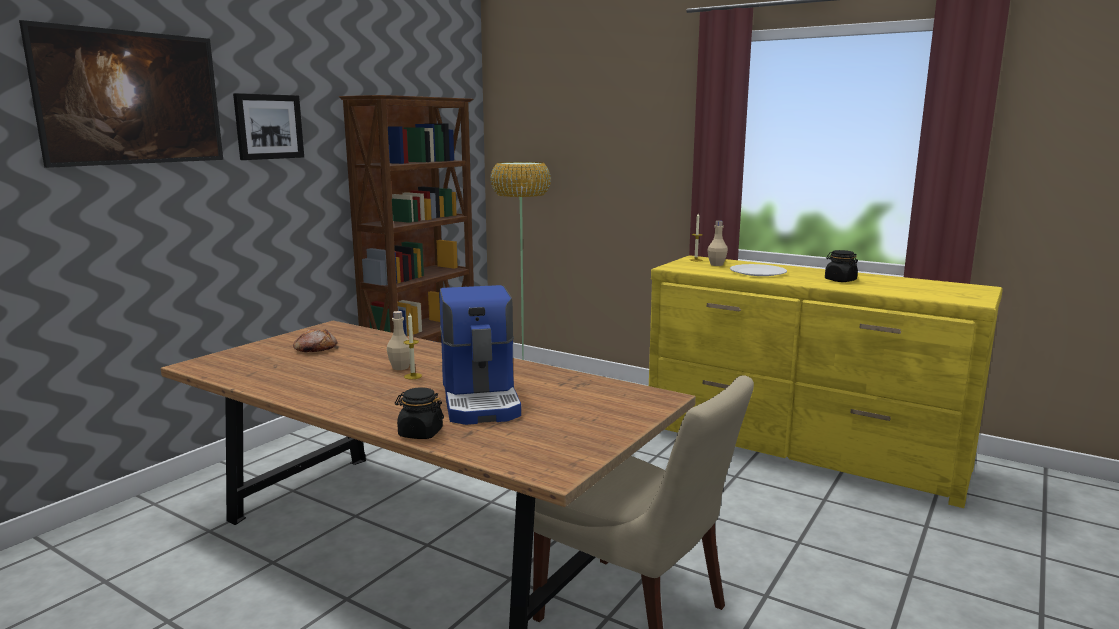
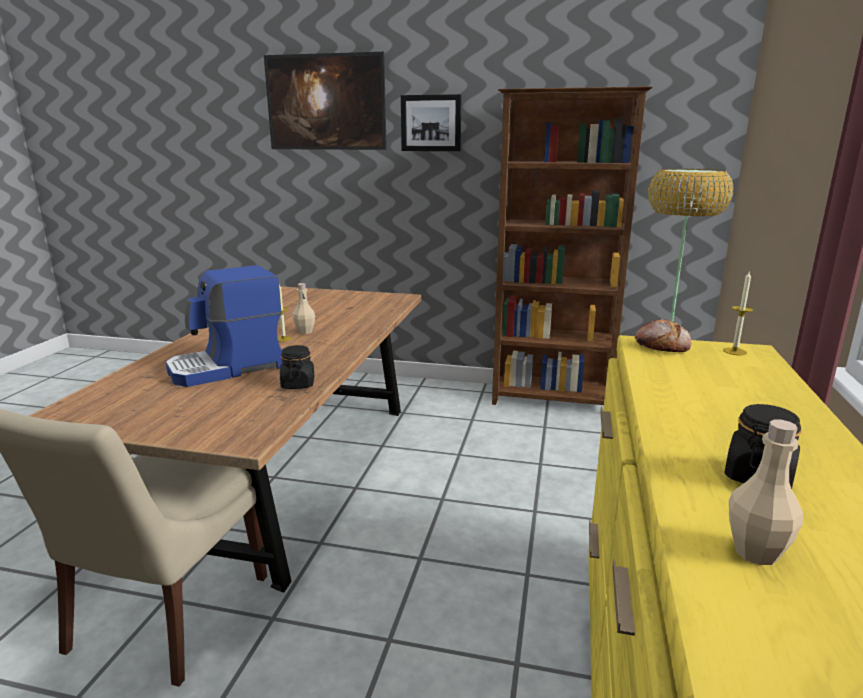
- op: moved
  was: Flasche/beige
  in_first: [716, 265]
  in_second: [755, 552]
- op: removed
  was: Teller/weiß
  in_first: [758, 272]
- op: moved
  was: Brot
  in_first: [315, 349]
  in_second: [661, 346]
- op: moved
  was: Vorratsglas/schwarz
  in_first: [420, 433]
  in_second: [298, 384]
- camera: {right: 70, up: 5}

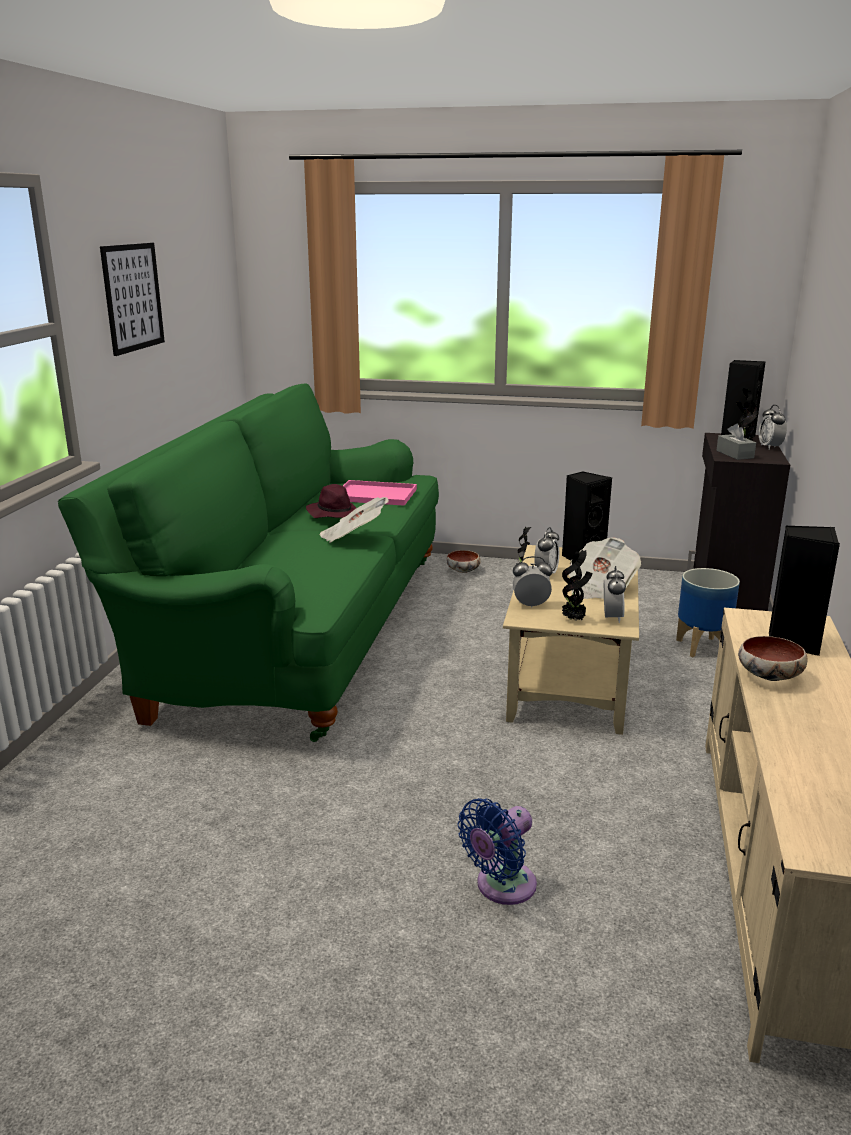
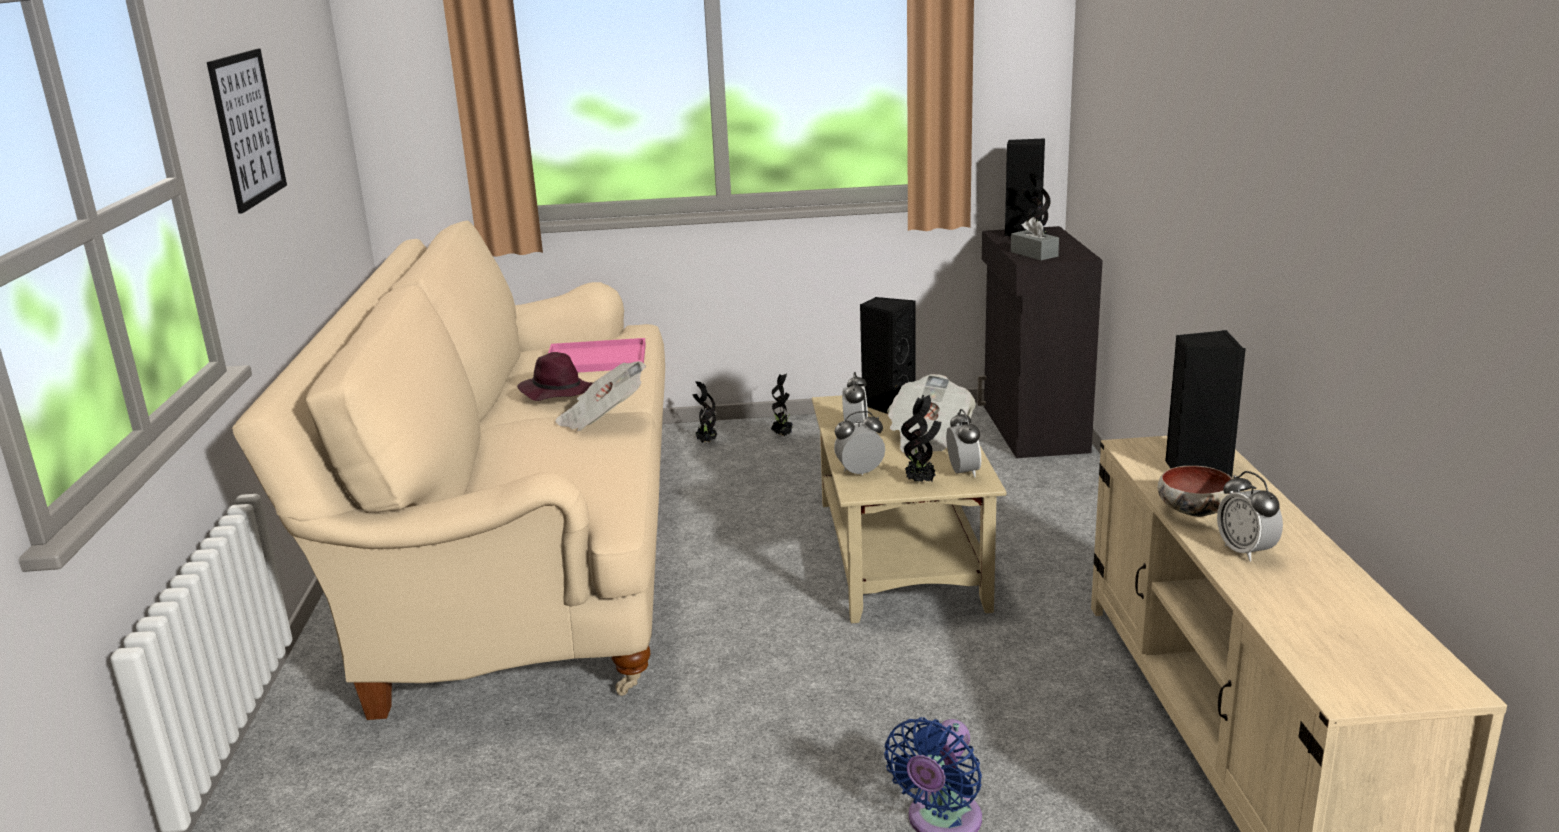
- op: recoloured
  was: Sofa/grün
  now: Sofa/beige
  in_first: [297, 630]
  in_second: [525, 554]
- op: moved
  was: Wecker
  in_first: [770, 447]
  in_second: [1245, 551]
- op: replaced
  was: Schüssel
  now: Topfpflanze
  in_first: [463, 571]
  in_second: [706, 442]
- op: removed
  was: Pflanzkübel
  in_first: [702, 647]
- camera: {right: -15, up: 0}

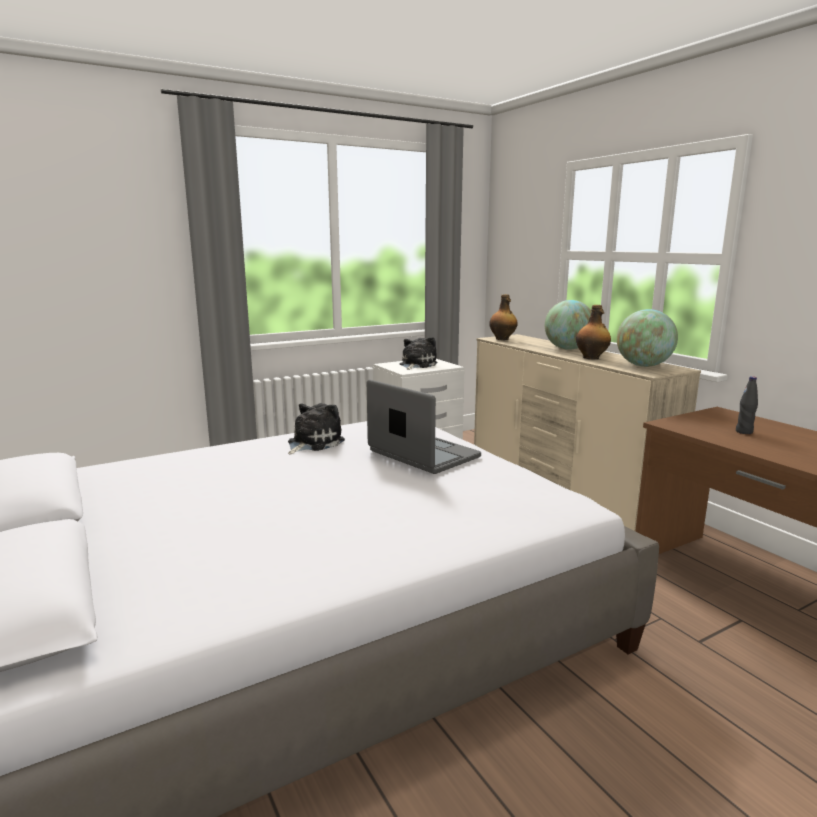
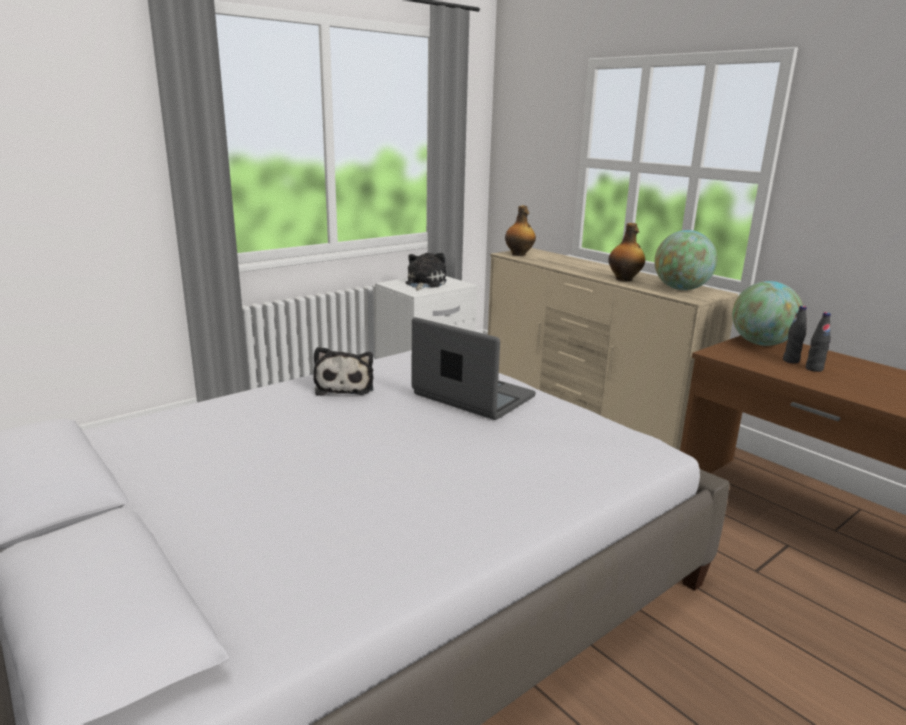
- op: moved
  was: Globus
  in_first: [568, 349]
  in_second: [761, 344]
- op: turned
  was: Plüschtier
  in_first: [313, 443]
  in_second: [345, 386]
  clockwise: 150
- op: added
  now: Flasche/schwarz
  in_second: [814, 369]
- camera: {right: -10, up: 5}

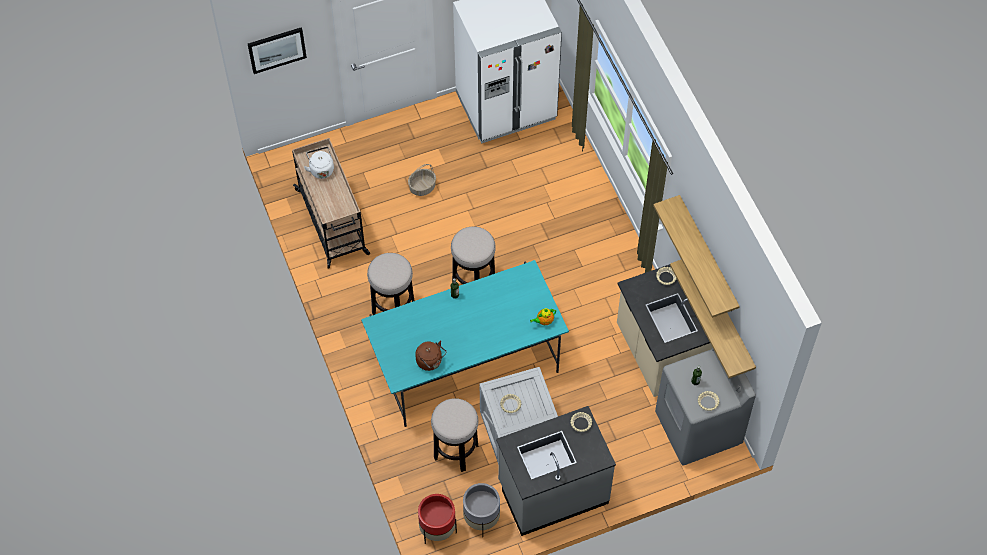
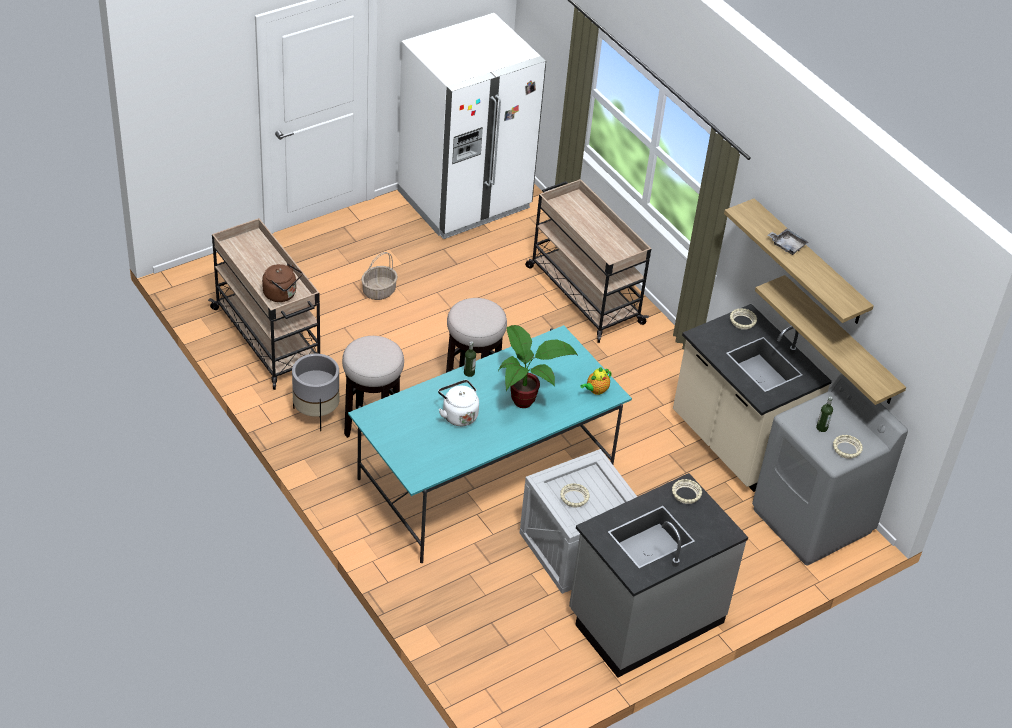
- op: removed
  was: Bild
  in_first: [277, 49]
- op: moved
  was: Wasserkessel/weiß
  in_first: [321, 169]
  in_second: [458, 415]
- op: moved
  was: Wasserkessel/braun
  in_first: [430, 362]
  in_second: [282, 294]
- op: removed
  was: Hocker
  in_first: [456, 451]
- op: moved
  was: Pflanzkübel/grau
  in_first: [481, 519]
  in_second: [316, 413]
- op: removed
  was: Pflanzkübel/rot
  in_first: [437, 529]
- op: added
  now: Rollwagen/beige
  in_second: [583, 294]
- op: added
  now: Tablett/grau
  in_second: [787, 245]
- op: added
  now: Topfpflanze
  in_second: [526, 400]
- camera: {right: -15, up: -15}

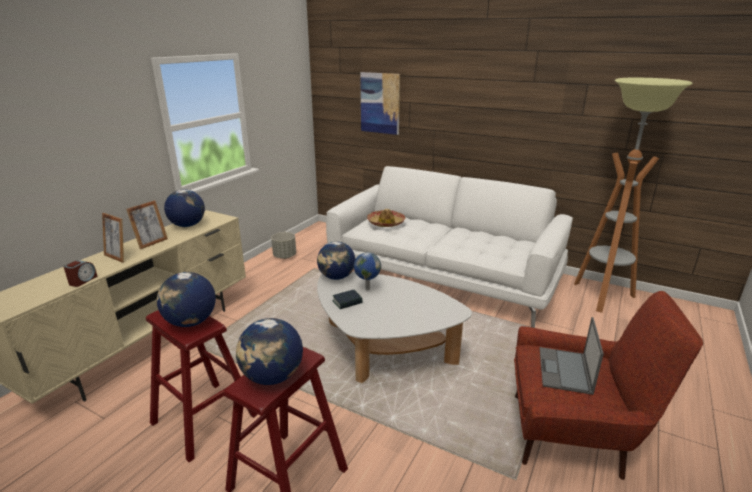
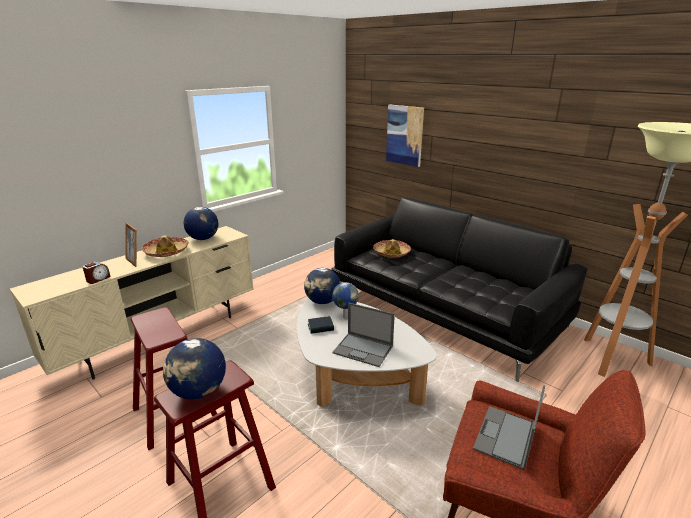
- op: recoloured
  was: Sofa/weiß
  now: Sofa/schwarz
  in_first: [443, 274]
  in_second: [444, 310]
- op: replaced
  was: Bilderrahmen
  now: Hut
  in_first: [151, 243]
  in_second: [166, 252]
- op: removed
  was: Pflanzkübel/grau
  in_first: [284, 256]
- op: removed
  was: Globus
  in_first: [190, 322]
- op: added
  now: Laptop
  in_second: [363, 349]
- camera: {right: 15, up: 0}

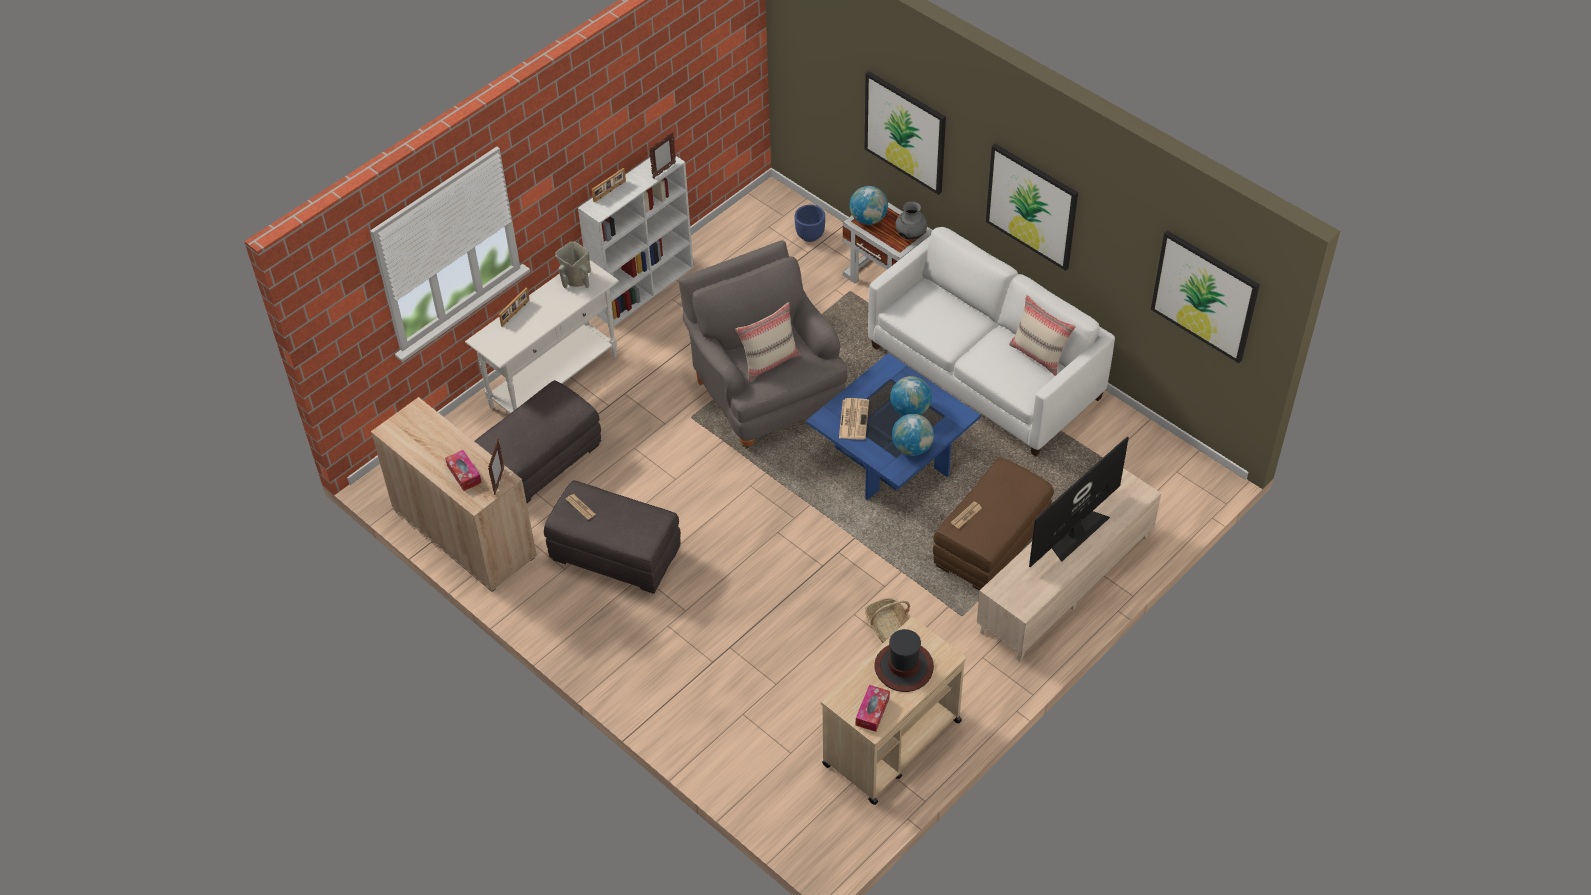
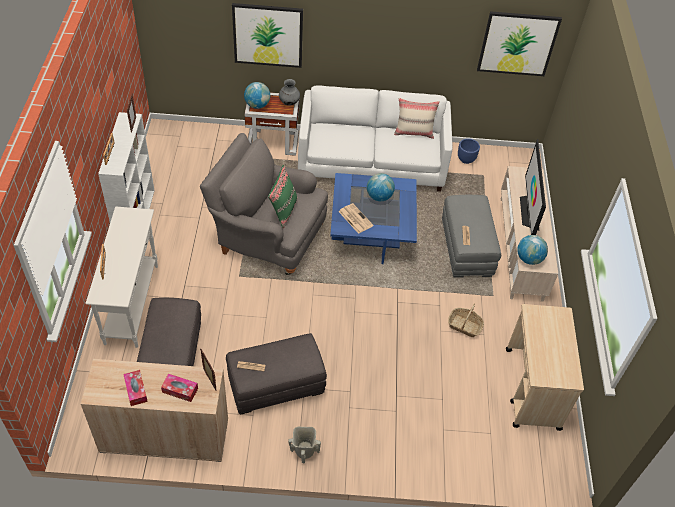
- op: removed
  was: Bild
  in_first: [1032, 206]
- op: moved
  was: Pflanzkübel/blau
  in_first: [809, 236]
  in_second: [466, 160]
- op: moved
  was: Vase/beige
  in_first: [576, 279]
  in_second: [303, 451]
- op: recoloured
  was: Kissen/beige
  now: Kissen/grün
  in_first: [770, 361]
  in_second: [283, 210]
- op: moved
  was: Globus
  in_first: [912, 448]
  in_second: [529, 259]
- op: recoloured
  was: Polsterhocker/braun
  now: Polsterhocker/grau
  in_first: [991, 544]
  in_second: [467, 249]
- op: removed
  was: Hut
  in_first: [904, 667]
- op: moved
  was: Taschentuchbox
  in_first: [872, 711]
  in_second: [136, 390]
- camera: {right: -45, up: 0}

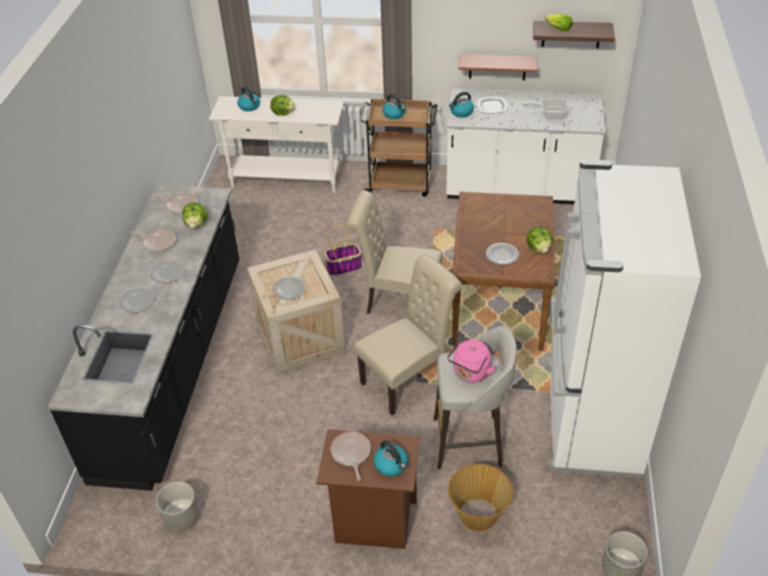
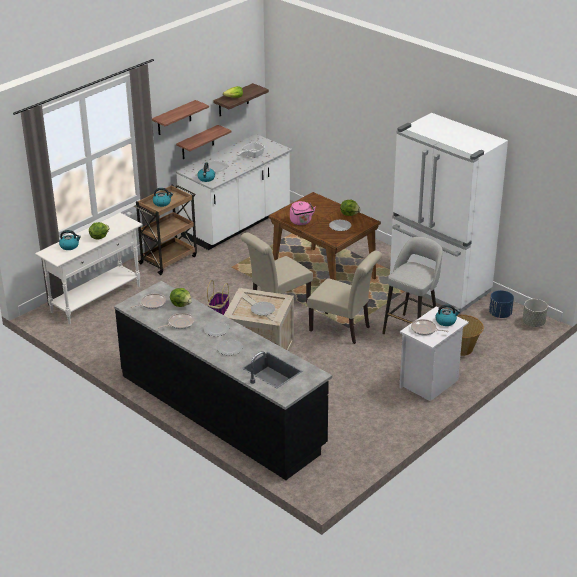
- op: turned
  was: Stuhl/beige
  in_first: [408, 379]
  in_second: [343, 329]
  clockwise: 120
- op: moved
  was: Wasserkessel/rosa
  in_first: [470, 374]
  in_second: [301, 222]
- op: recoloured
  was: Nachttisch/braun
  now: Nachttisch/weiß
  in_first: [372, 522]
  in_second: [430, 383]
- op: removed
  was: Pflanzkübel/grau
  in_first: [181, 517]
- op: added
  now: Wandregal
  in_second: [174, 118]
- op: added
  now: Pflanzkübel/blau
  in_second: [500, 314]
- camera: {right: -55, up: -10}

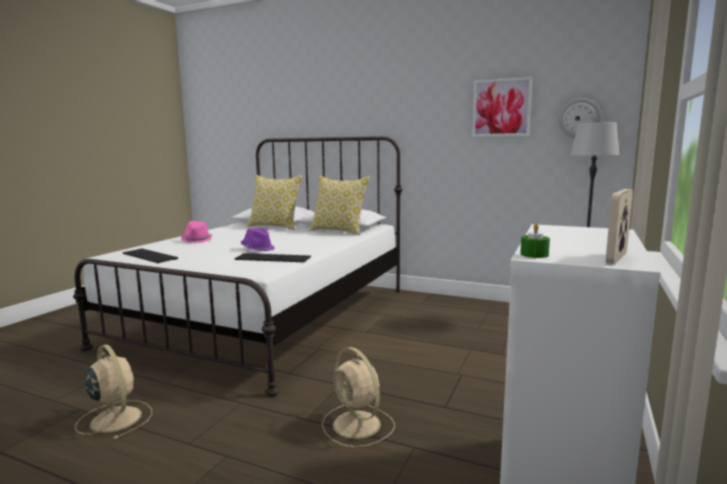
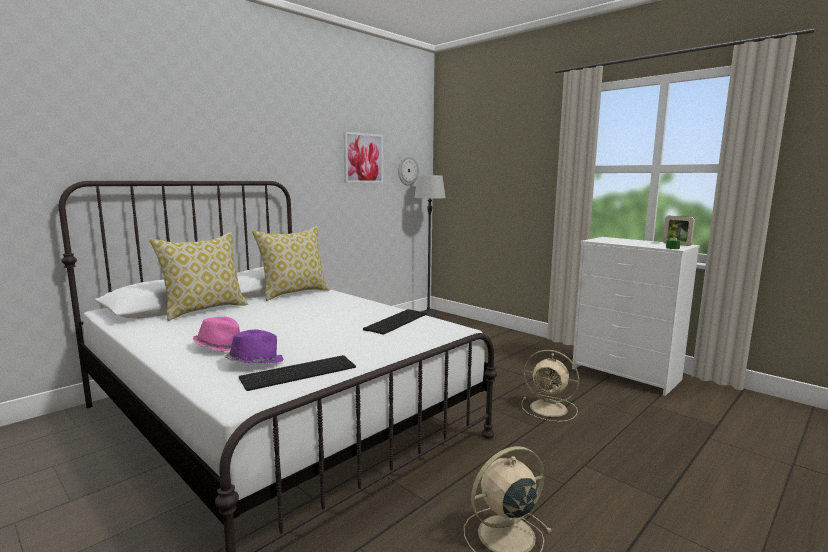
- op: moved
  was: Hut/lila
  in_first: [258, 249]
  in_second: [254, 362]
- op: turned
  was: Ventilator/beige
  in_first: [358, 425]
  in_second: [550, 408]
  clockwise: 45
- camera: {right: -70, up: 0}

